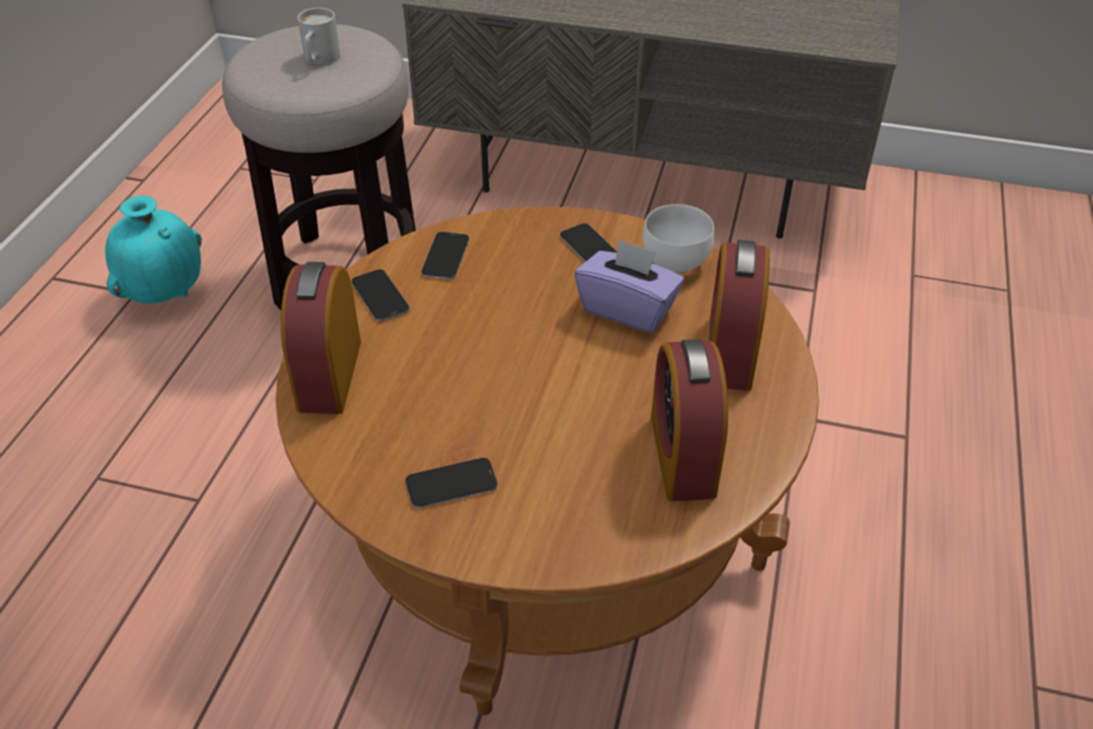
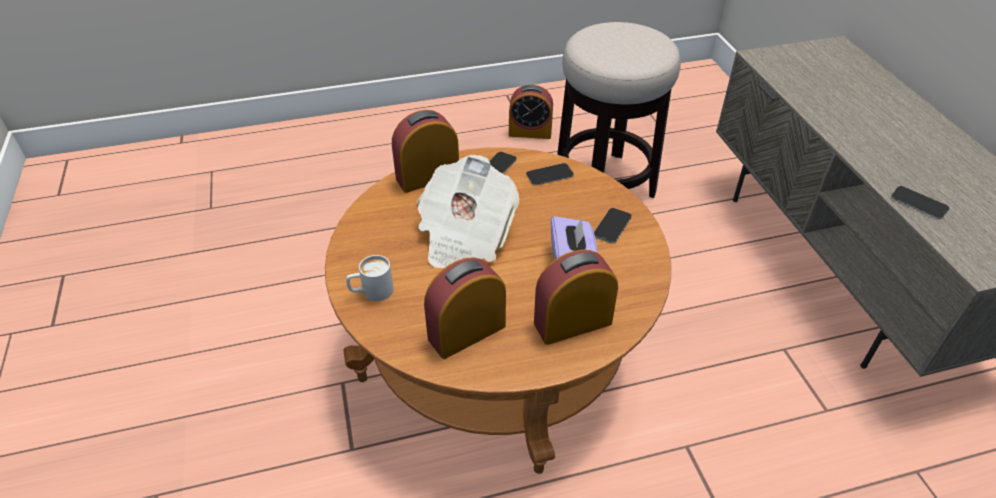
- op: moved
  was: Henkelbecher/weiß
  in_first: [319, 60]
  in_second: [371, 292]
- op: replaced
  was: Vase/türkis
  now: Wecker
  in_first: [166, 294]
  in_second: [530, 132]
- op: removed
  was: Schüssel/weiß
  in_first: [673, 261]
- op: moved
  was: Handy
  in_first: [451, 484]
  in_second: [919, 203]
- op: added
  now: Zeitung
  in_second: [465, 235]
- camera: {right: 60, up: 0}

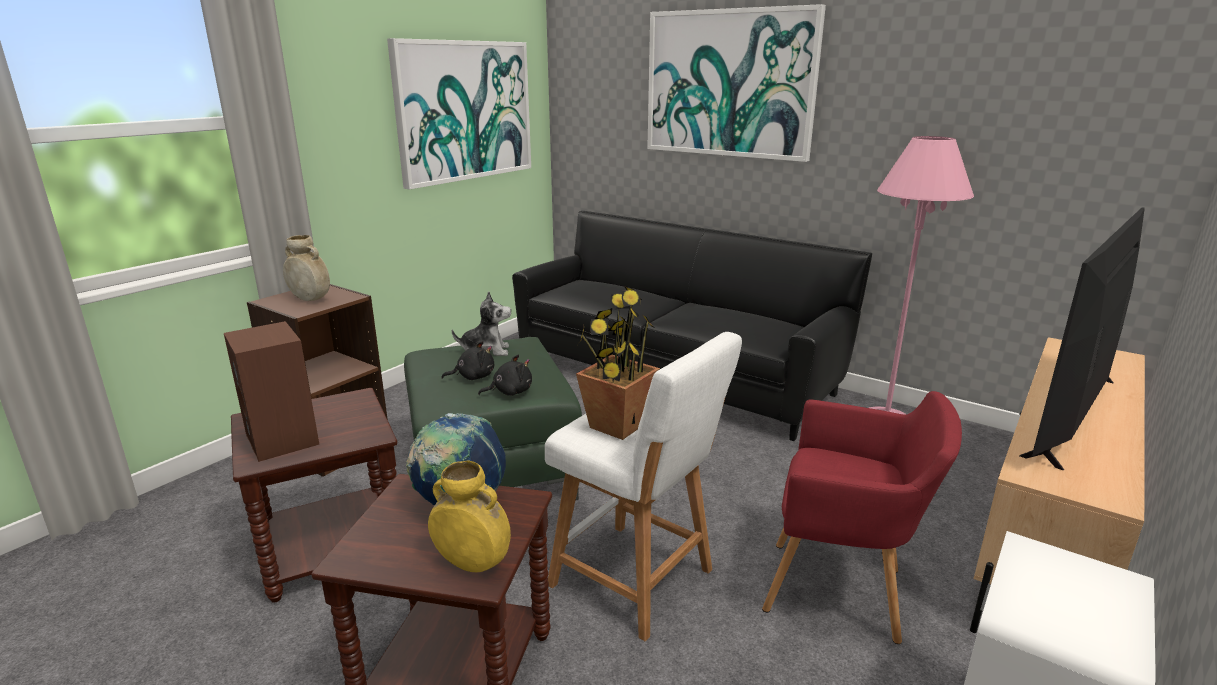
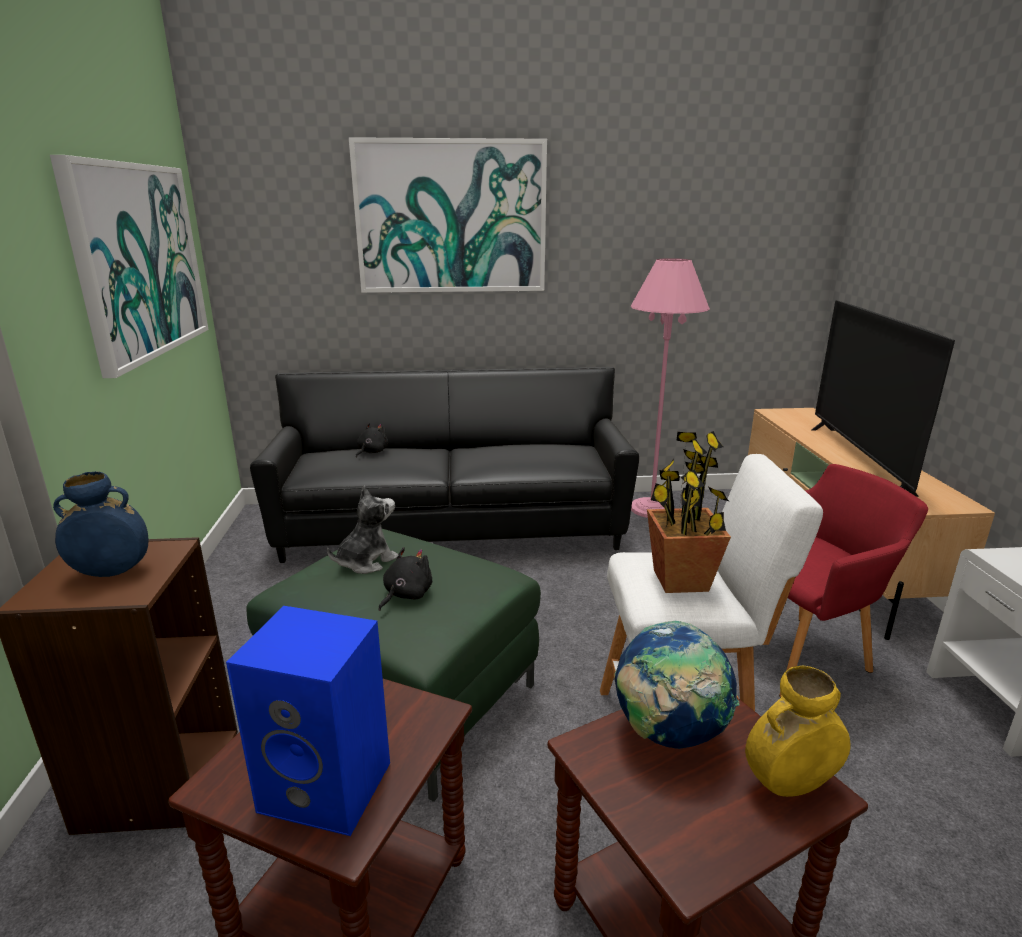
- op: recoloured
  was: Vase/beige
  now: Vase/blau
  in_first: [311, 300]
  in_second: [112, 572]
- op: recoloured
  was: Lautsprecher/braun
  now: Lautsprecher/blau
  in_first: [284, 440]
  in_second: [330, 785]
- op: moved
  was: Plüschtier/schwarz
  in_first: [510, 392]
  in_second: [371, 452]
- camera: {right: -40, up: 0}

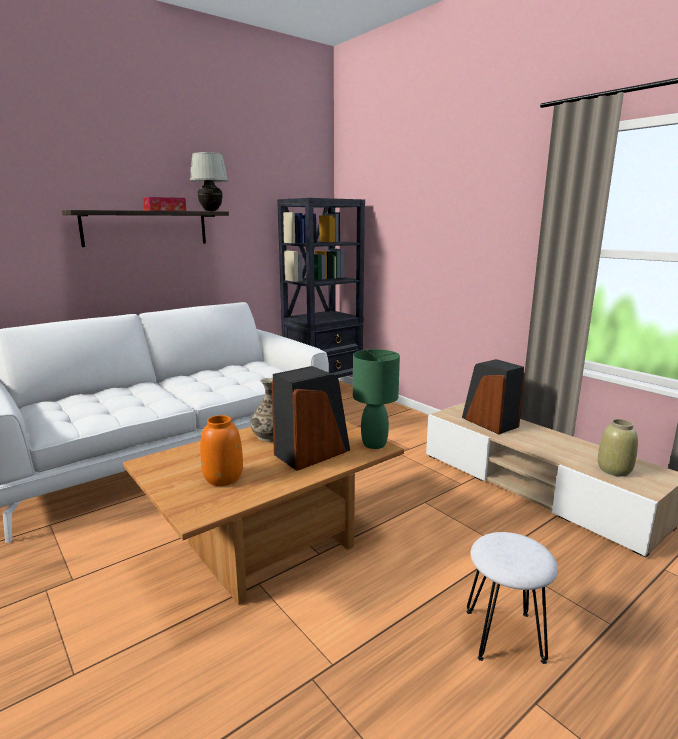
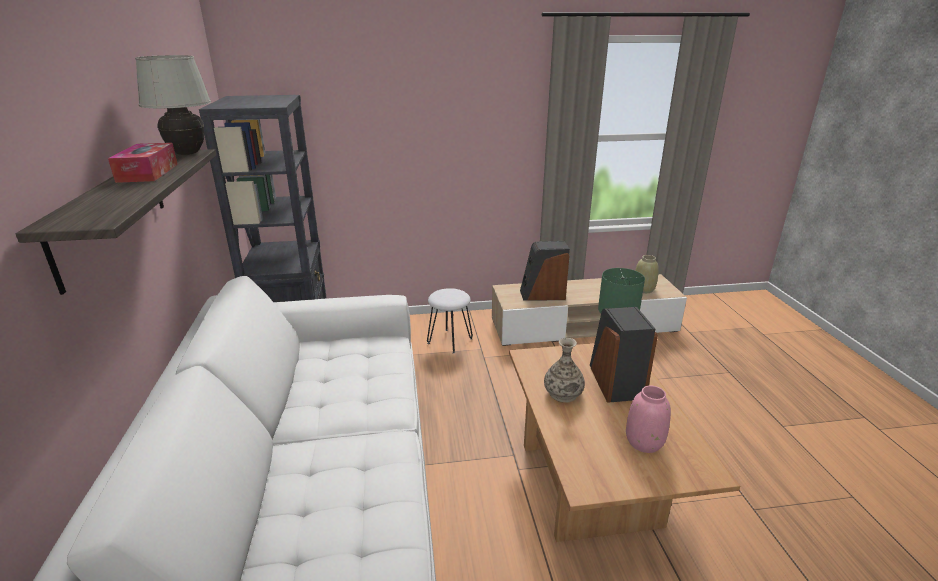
- op: recoloured
  was: Vase/orange
  now: Vase/rosa
  in_first: [224, 478]
  in_second: [644, 441]
- op: moved
  was: Hocker/weiß
  in_first: [505, 635]
  in_second: [450, 340]
- camera: {right: -60, up: 10}

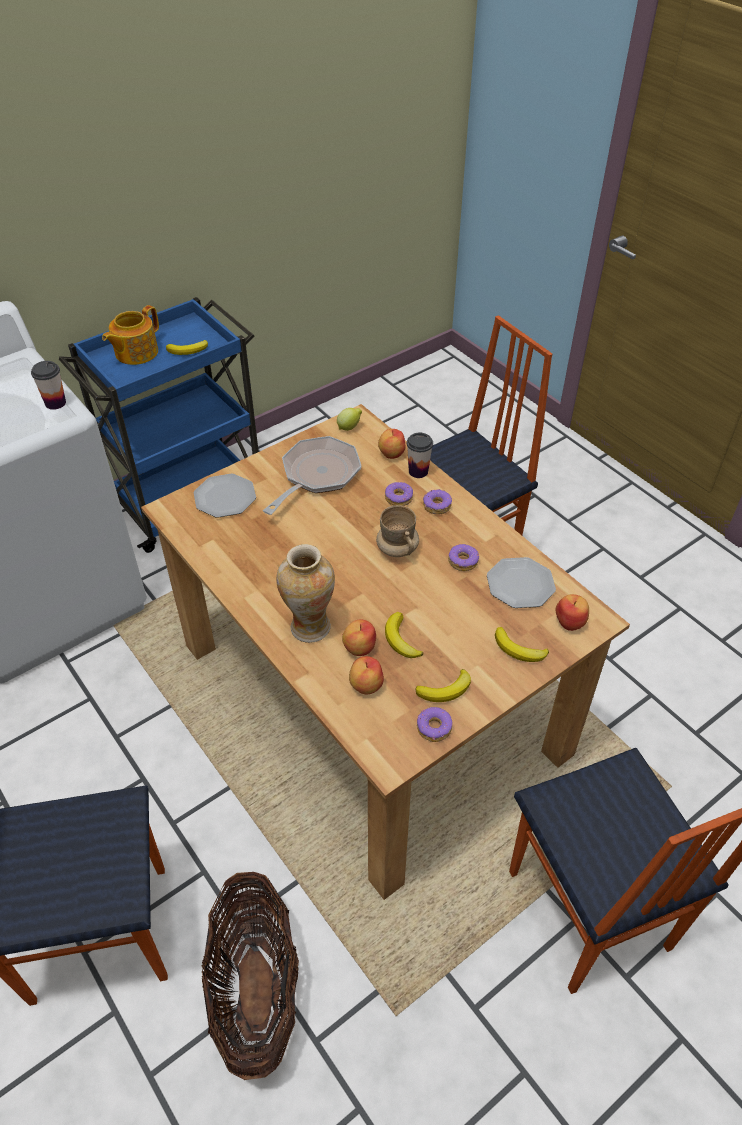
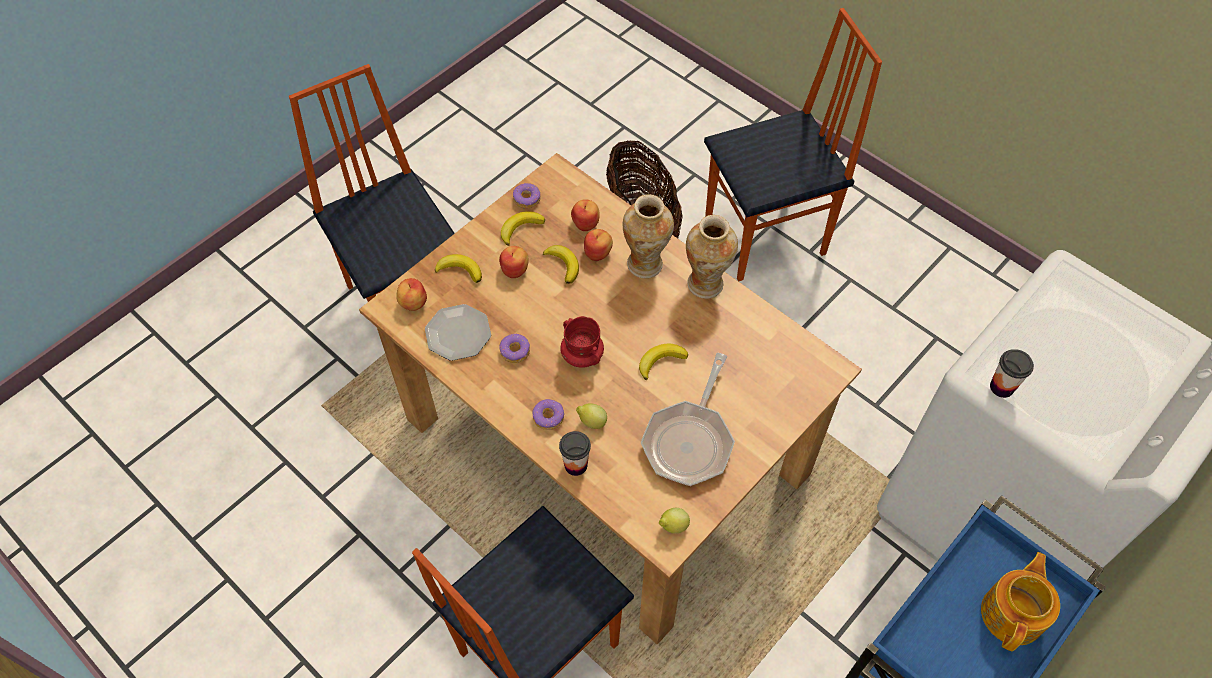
- op: moved
  was: Banane
  in_first: [188, 350]
  in_second: [660, 361]
- op: moved
  was: Apfel
  in_first: [391, 453]
  in_second: [515, 269]
- op: removed
  was: Teller
  in_first: [225, 497]
- op: replaced
  was: Donut
  now: Zitrone
  in_first: [399, 498]
  in_second: [591, 422]
- op: recoloured
  was: Henkelbecher/beige
  now: Henkelbecher/rot
  in_first: [397, 549]
  in_second: [582, 355]
- op: added
  now: Vase
  in_second: [706, 285]
- camera: {right: 170, up: 10}

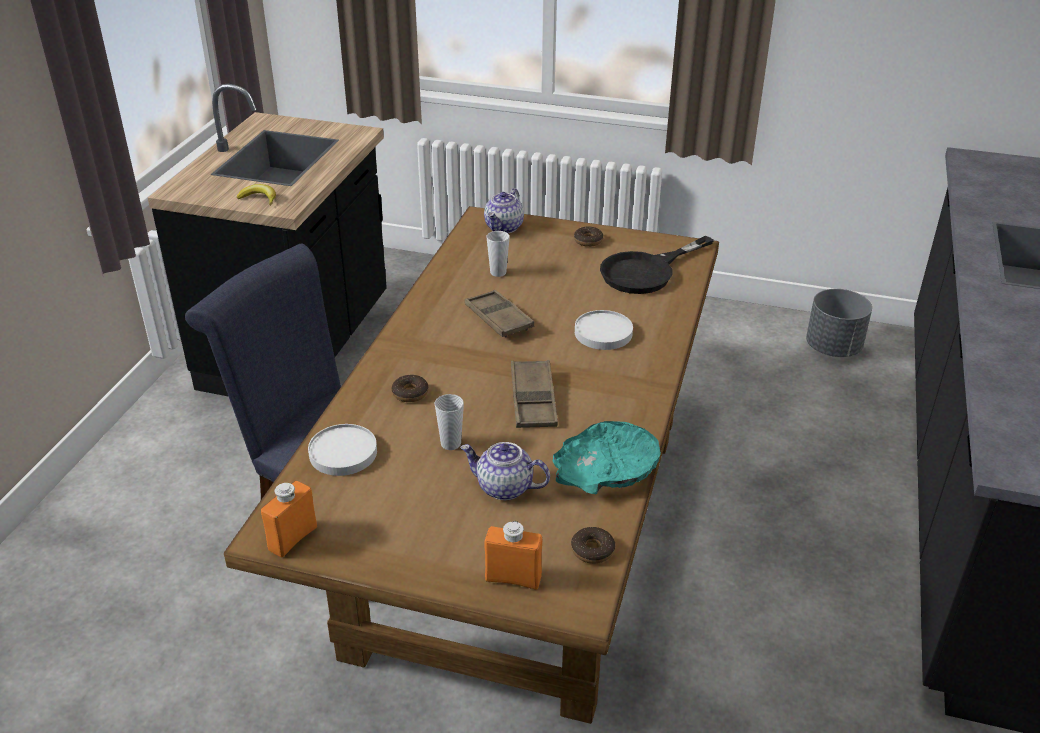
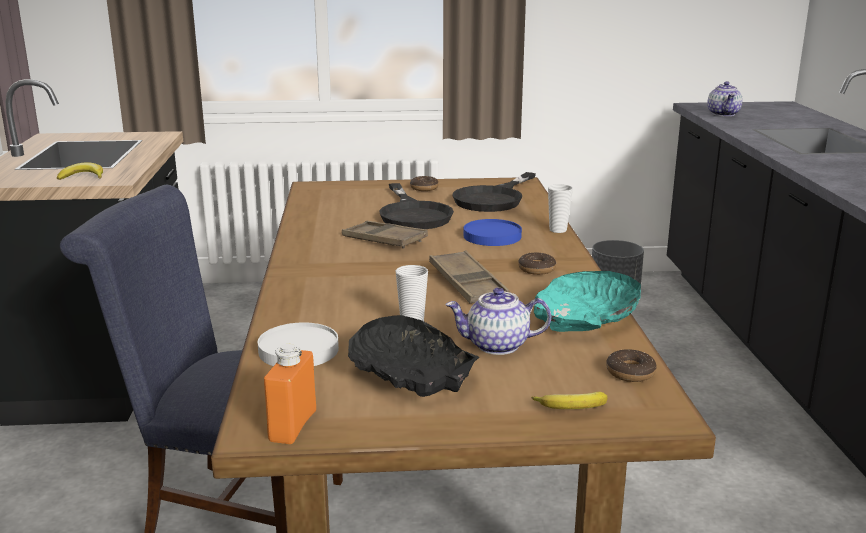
- op: moved
  was: Teekanne
  in_first: [504, 227]
  in_second: [724, 114]
- op: moved
  was: Tasse
  in_first: [498, 272]
  in_second: [558, 230]
- op: recoloured
  was: Teller/weiß
  now: Teller/blau
  in_first: [603, 333]
  in_second: [492, 236]
- op: moved
  was: Donut
  in_first: [410, 393]
  in_second: [536, 269]
- op: replaced
  was: Flasche/orange
  now: Banane
  in_first: [513, 578]
  in_second: [572, 408]
- op: added
  now: Pfanne/schwarz
  in_second: [413, 214]
- op: added
  now: Schüssel/schwarz
  in_second: [410, 375]
- camera: {right: -20, up: -15}

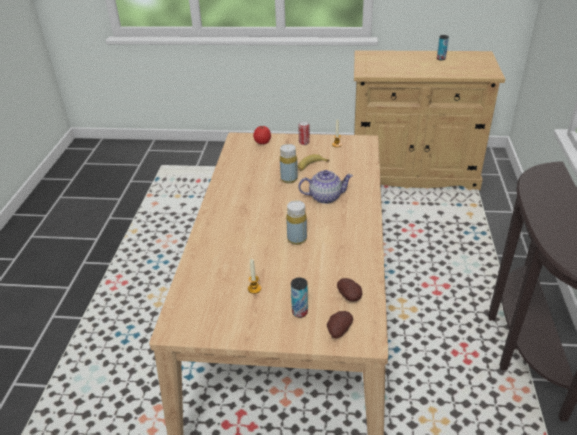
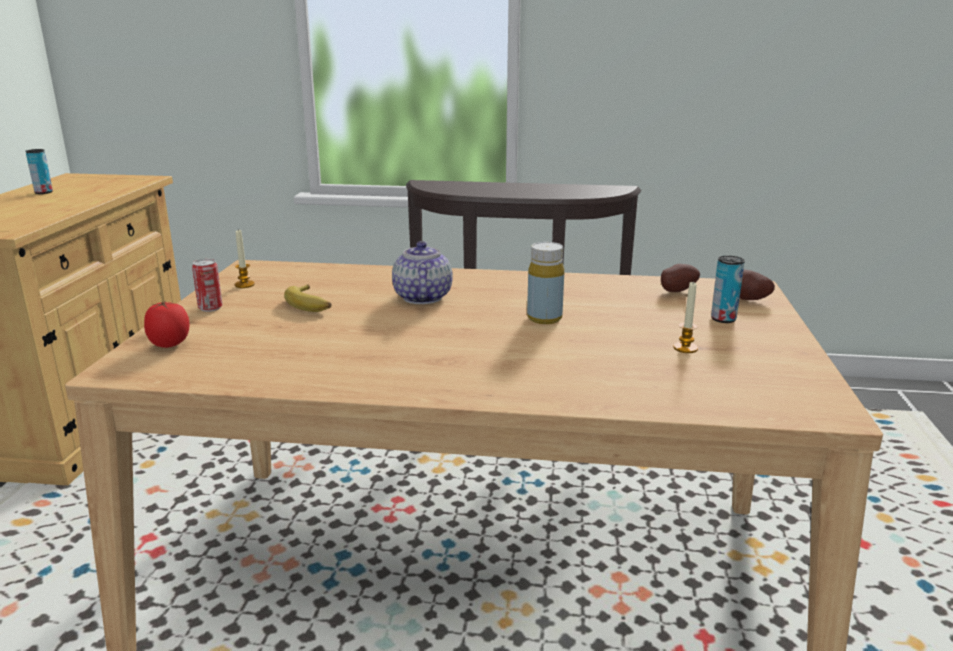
- op: removed
  was: Flasche/gelb
  in_first: [289, 179]
- camera: {right: -90, up: -15}

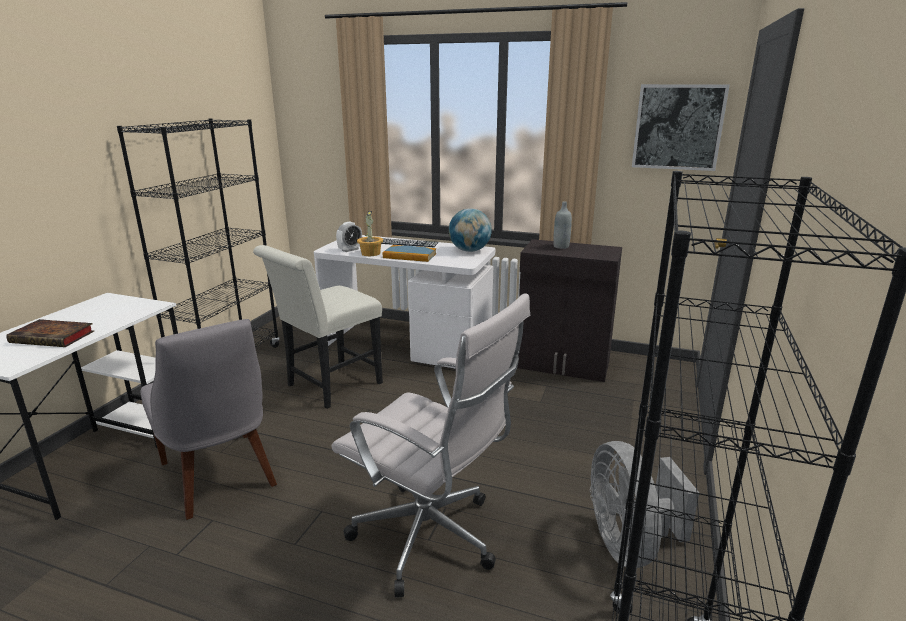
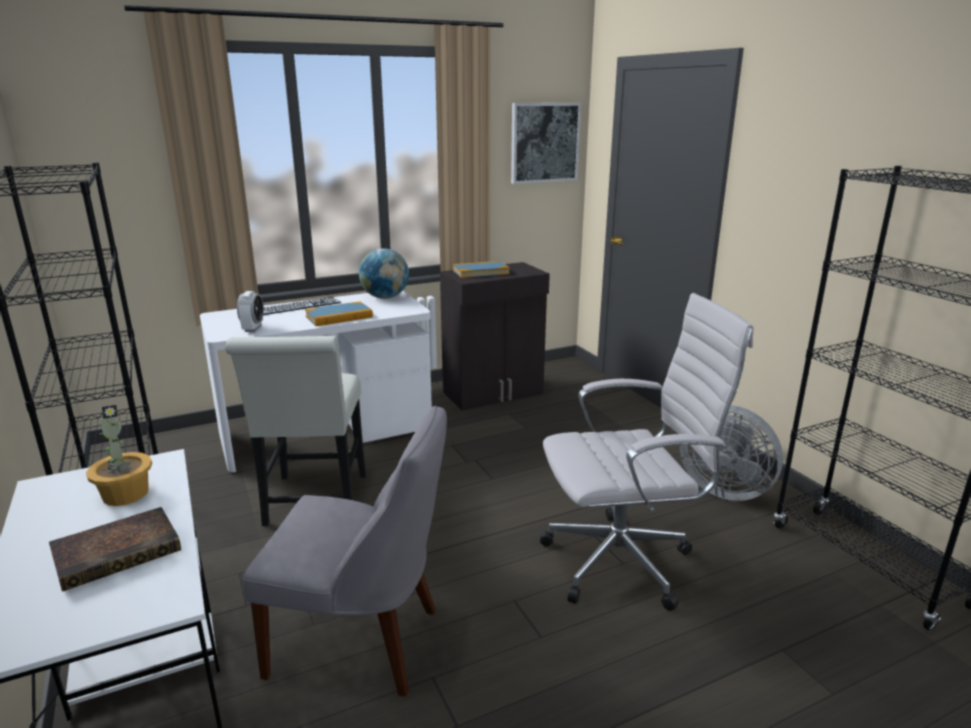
- op: replaced
  was: Flasche/grau
  now: Buch
  in_first: [561, 246]
  in_second: [480, 272]
- op: moved
  was: Topfpflanze
  in_first: [371, 253]
  in_second: [125, 493]
- camera: {right: -45, up: 0}

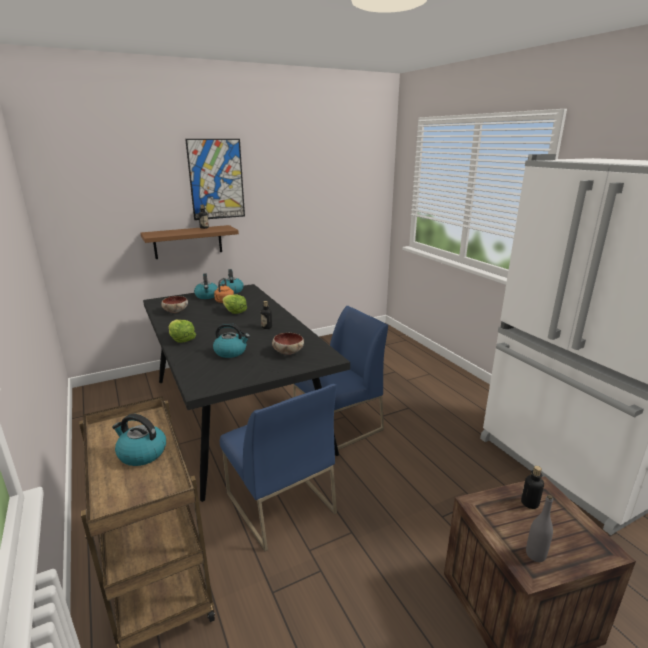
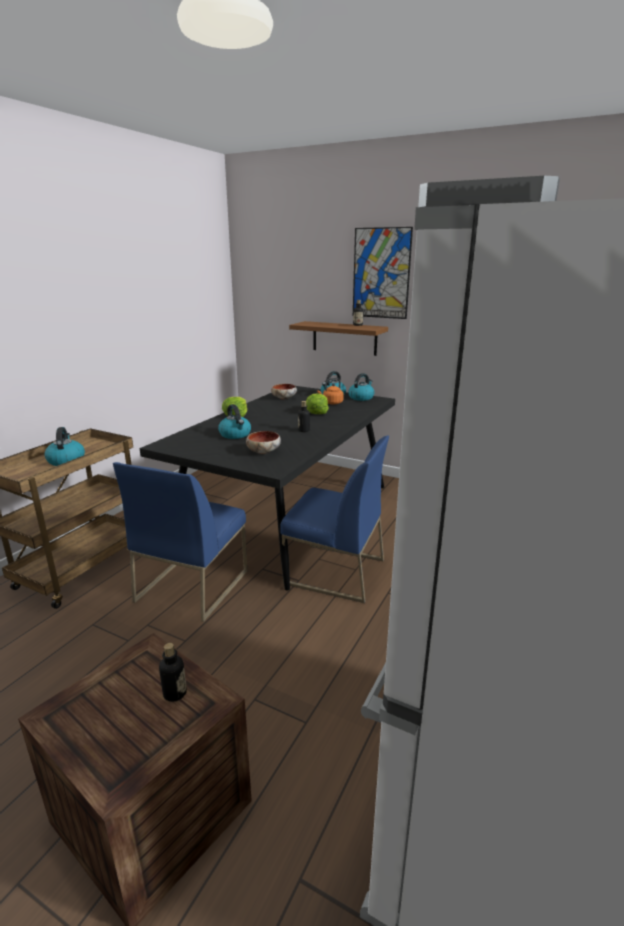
- op: removed
  was: Flasche/grau
  in_first: [535, 555]
- camera: {right: 55, up: 0}

